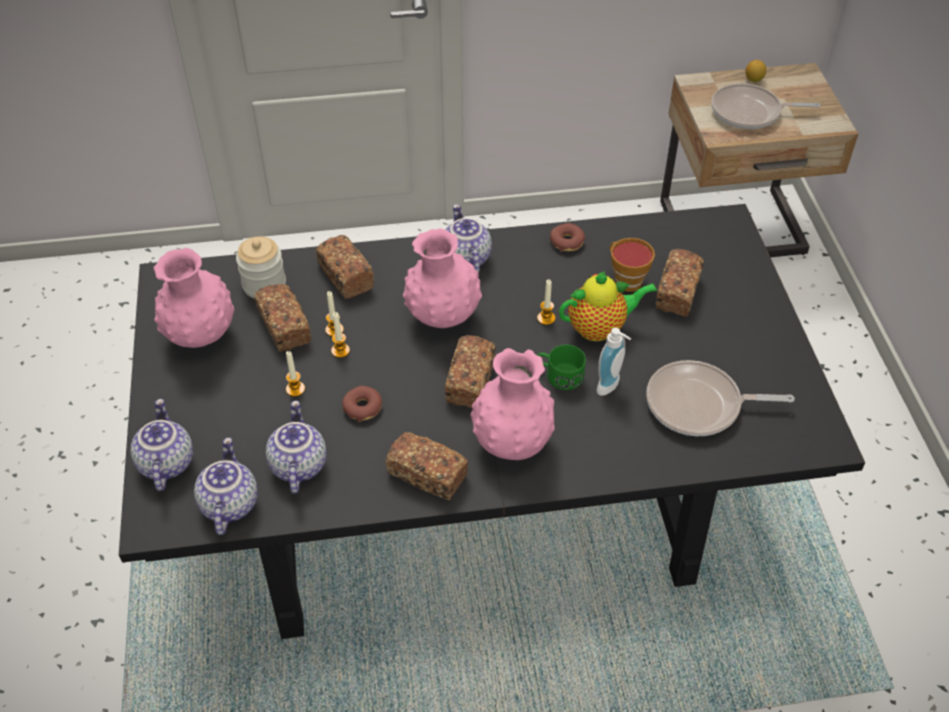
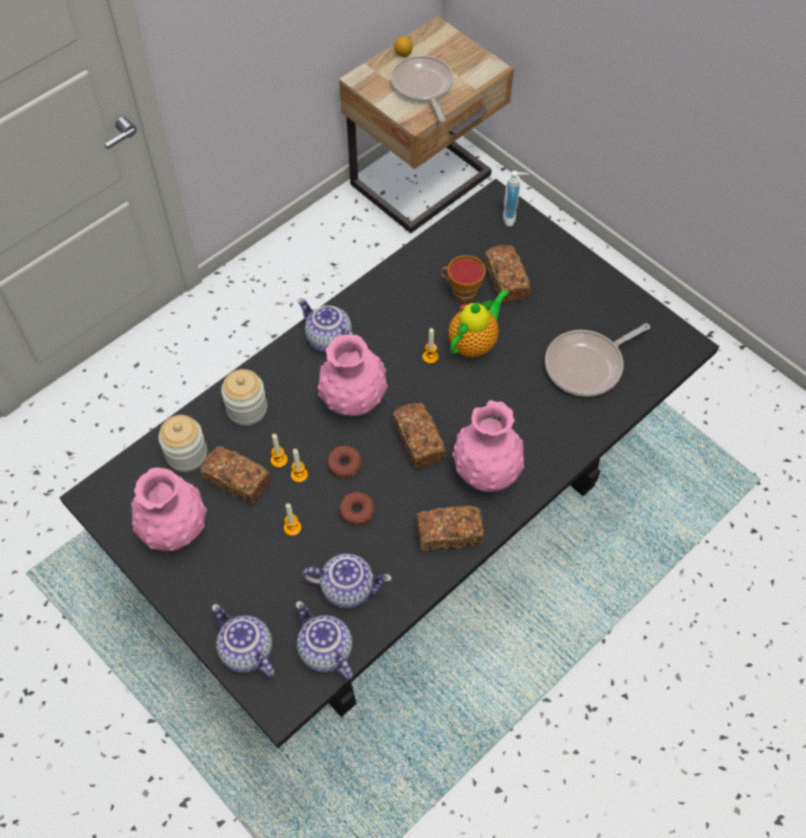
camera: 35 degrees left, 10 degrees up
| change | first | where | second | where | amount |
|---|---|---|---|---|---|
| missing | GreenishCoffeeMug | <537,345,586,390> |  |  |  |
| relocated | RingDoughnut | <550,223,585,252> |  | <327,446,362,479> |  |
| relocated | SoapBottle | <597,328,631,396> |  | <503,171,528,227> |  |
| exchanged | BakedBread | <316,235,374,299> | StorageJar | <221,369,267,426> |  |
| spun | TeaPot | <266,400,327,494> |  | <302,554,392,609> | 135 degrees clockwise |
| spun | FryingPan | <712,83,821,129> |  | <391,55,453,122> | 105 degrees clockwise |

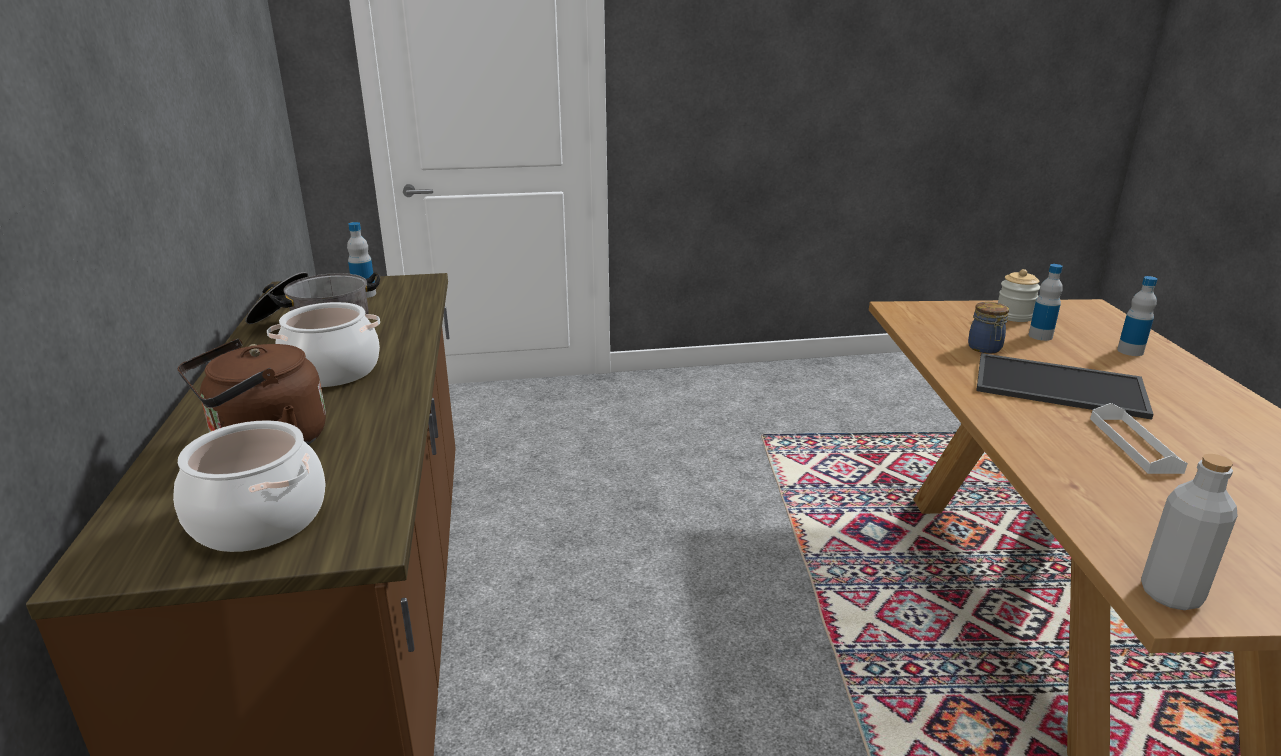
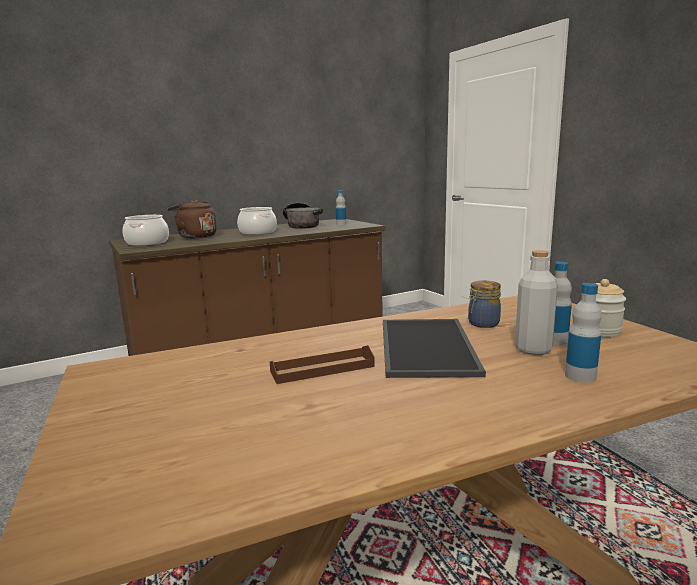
camera: 70 degrees right, 10 degrees down
| change | first | where | second | where | amount |
|---|---|---|---|---|---|
| relocated | GreyBottle | <1141,454,1238,610> |  | <515,250,558,355> |  |
| colour | WhiteServingTray | <1090,403,1188,474> | BrownishServingTray | <270,345,375,384> |  |

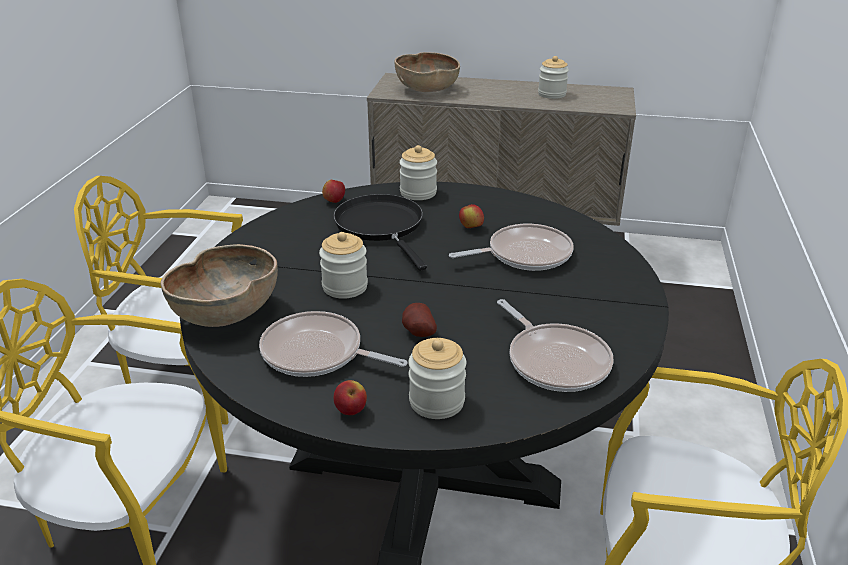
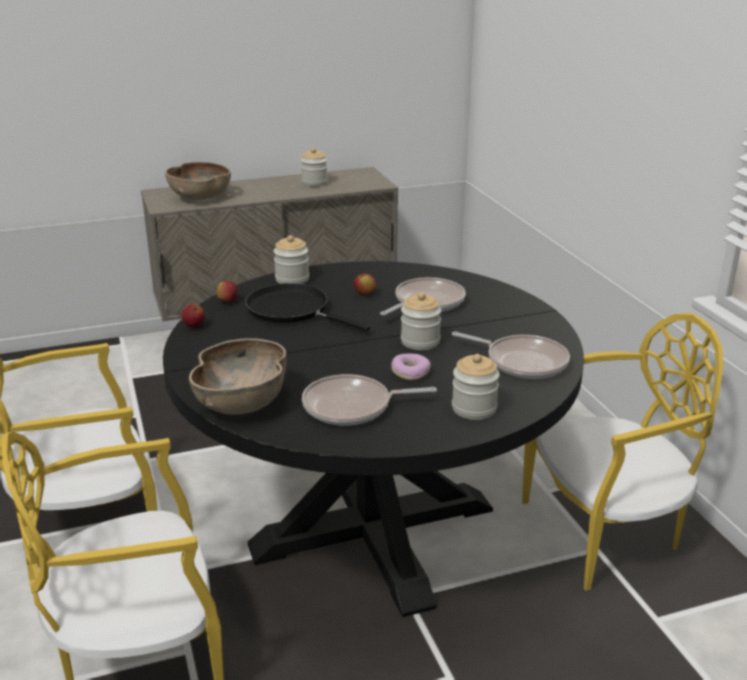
camera: 30 degrees left, 5 degrees down
| change | first | where | second | where | amount |
|---|---|---|---|---|---|
| relocated | StorageJar | <319,232,368,299> |  | <401,292,442,350> |  |
| relocated | WholeApple | <334,380,367,415> |  | <182,304,205,328> |  |
| exchanged | Potato | <402,303,437,337> | RingDoughnut | <391,354,431,381> |  |

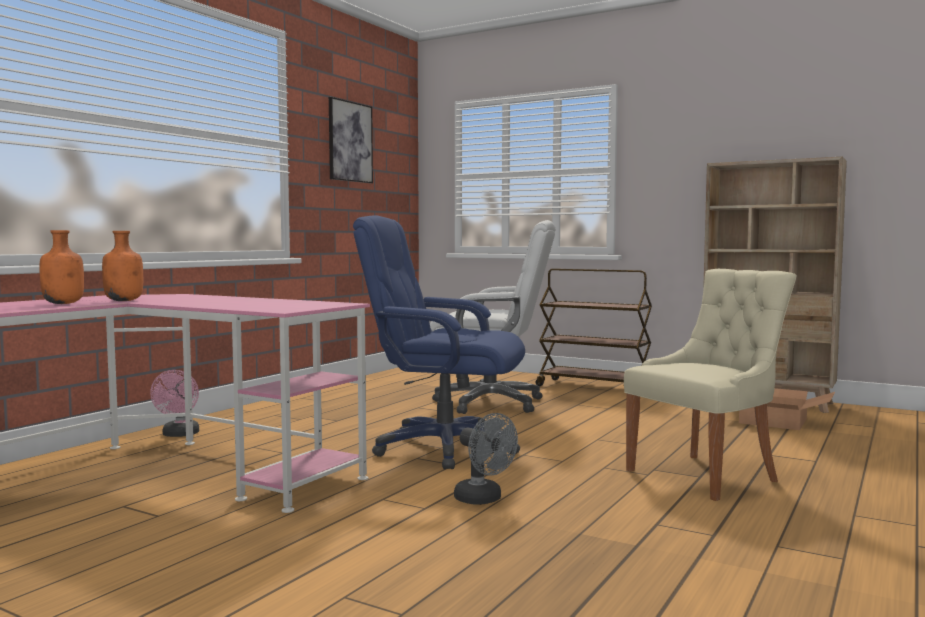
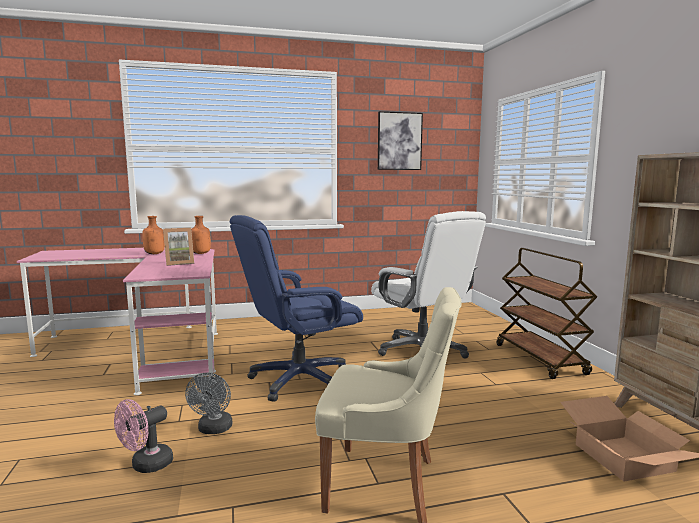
camera: 45 degrees right, 5 degrees up
| change | first | where | second | where | amount |
|---|---|---|---|---|---|
| appeared |  |  | PictureFrame | <163,228,194,266> |  |
| relocated | OrangeBottle | <39,230,84,304> |  | <191,216,211,254> |  |
| relocated | PinkColouredCoolingFan | <150,370,199,437> |  | <114,399,173,473> |  |
| spun | BlueColouredOfficeChair | <353,215,525,469> |  | <229,215,363,402> | 90 degrees counterclockwise |

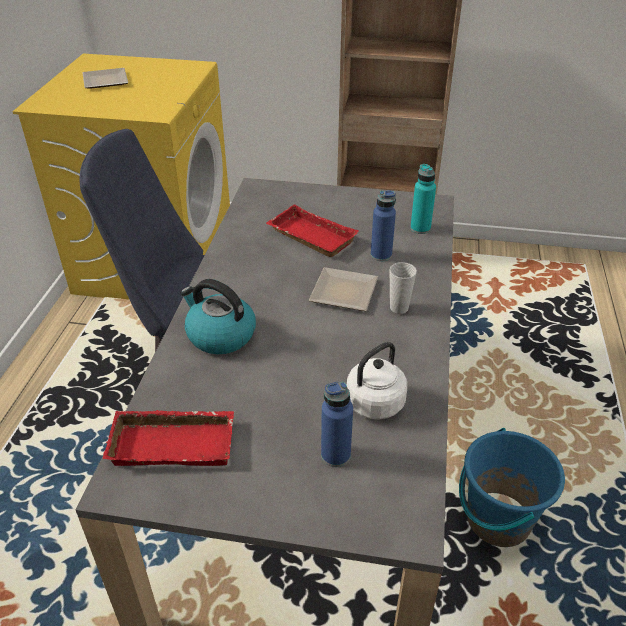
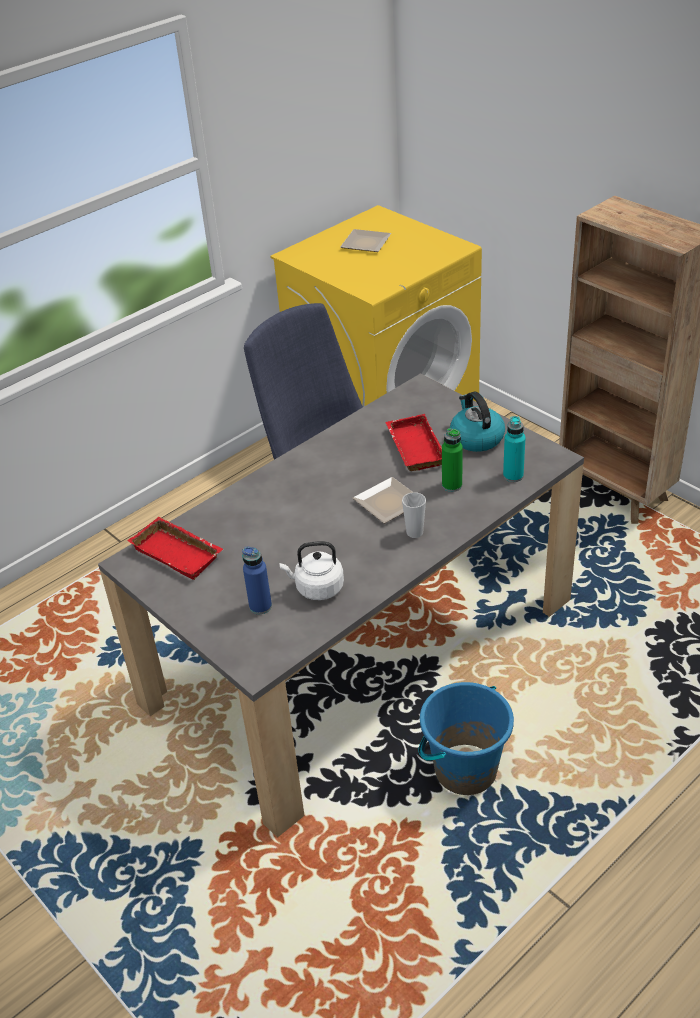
camera: 40 degrees right, 0 degrees up
| change | first | where | second | where | amount |
|---|---|---|---|---|---|
| relocated | WaterKettle | <180,279,256,354> |  | <450,391,505,452> |  |
| colour | BlueColouredBottle | <371,191,396,261> | GreenishBottle | <442,428,463,492> |  |

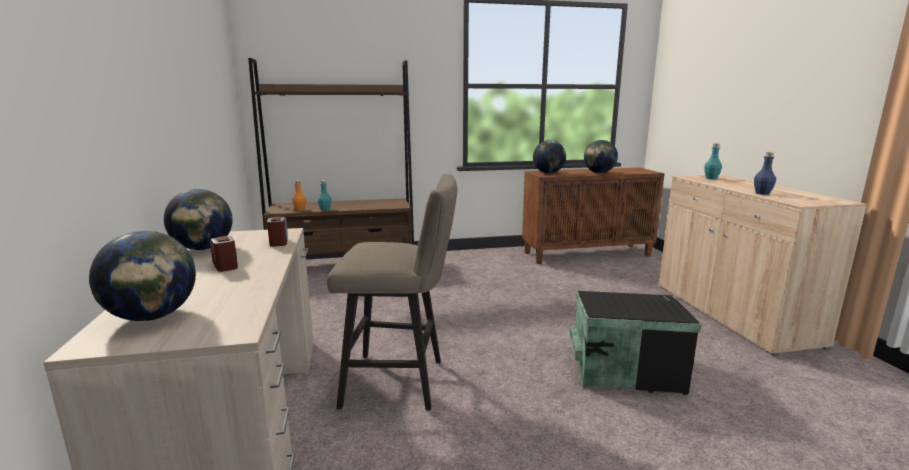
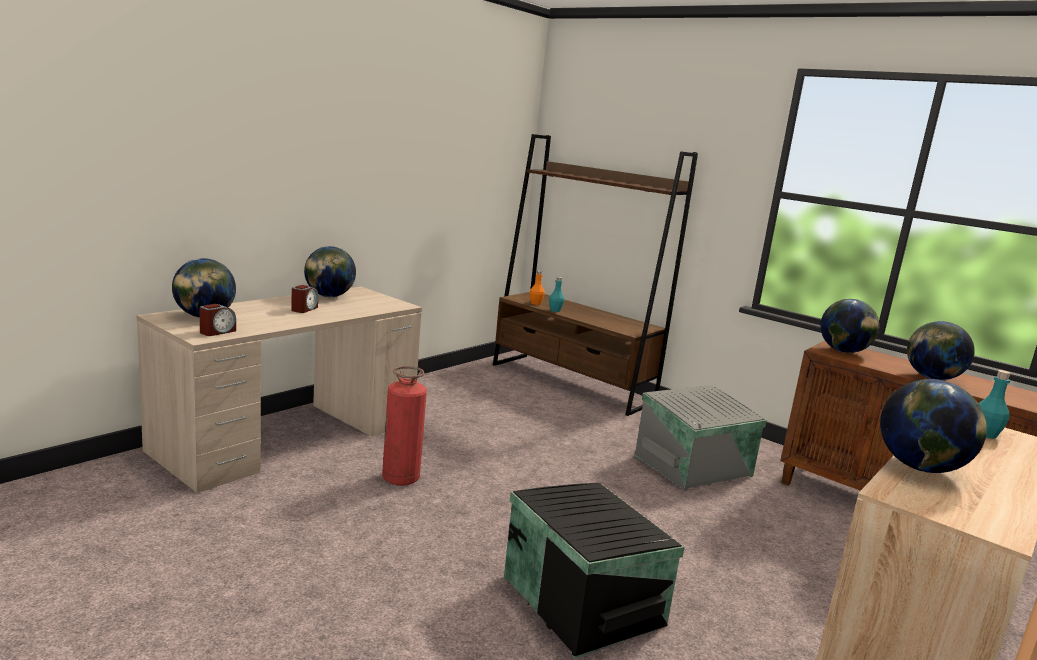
camera: 50 degrees right, 0 degrees up
| change | first | where | second | where | amount |
|---|---|---|---|---|---|
| appeared |  |  | GreyStorageBox | <635,385,767,491> |  |
| relocated | BedsideClock | <267,217,288,247> |  | <199,304,236,336> |  |
| exchanged | BeigeColouredSittingStool | <327,174,457,410> | Extinguisher | <382,366,427,486> |  |
| exchanged | BlueColouredBottle | <754,152,776,195> | DeskGlobe | <880,379,987,473> |  |

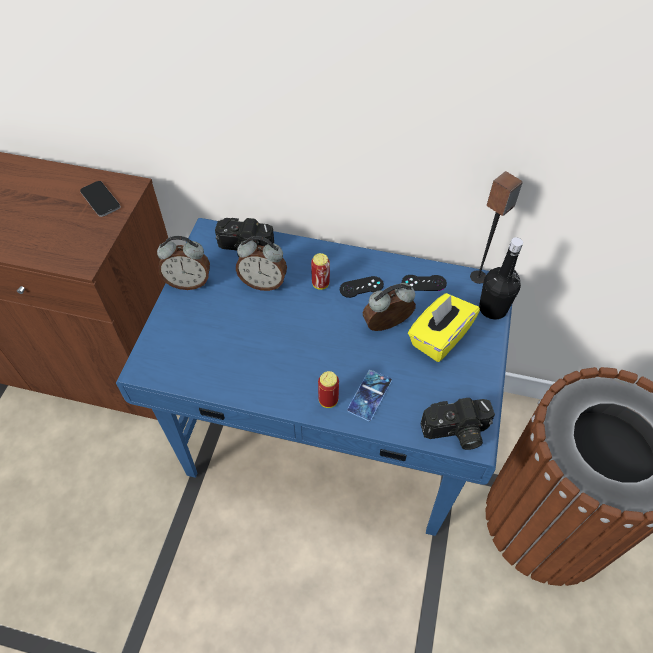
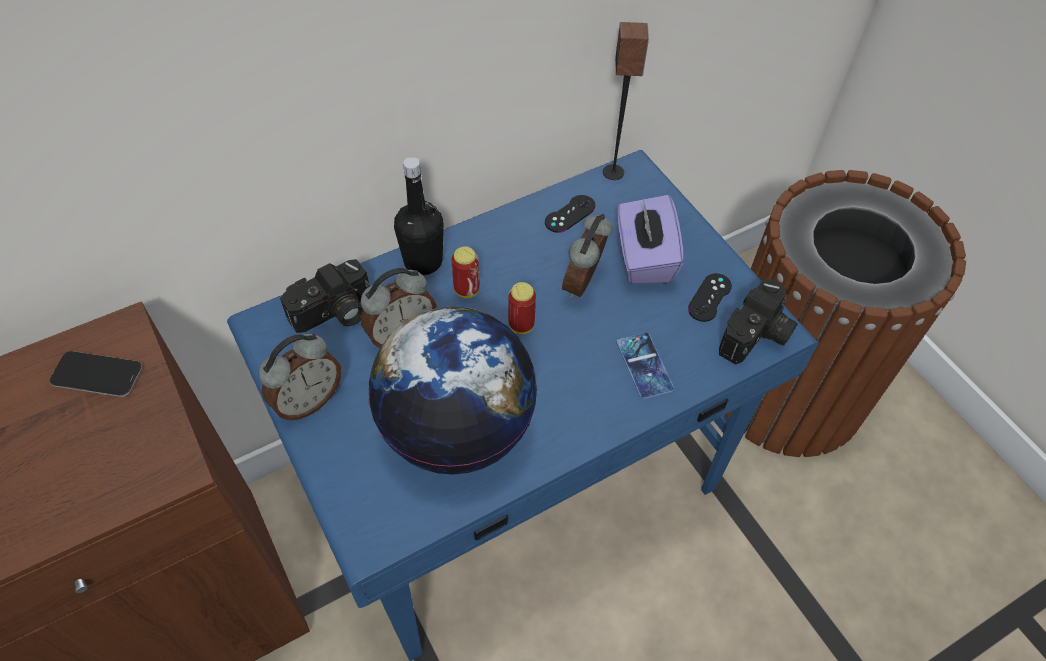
camera: 45 degrees left, 0 degrees up
| change | first | where | second | where | amount |
|---|---|---|---|---|---|
| appeared |  |  | DeskGlobe | <369,306,537,474> |  |
| relocated | Can | <318,371,339,408> |  | <508,282,536,334> |  |
| relocated | BlackGameController | <340,276,384,298> |  | <688,273,732,322> |  |
| relocated | BlackBottle | <479,237,523,320> |  | <394,157,444,275> |  |
| colour | YellowTissueHolder | <408,293,480,362> | PurpleColouredTissueHolder | <617,195,684,284> |  |

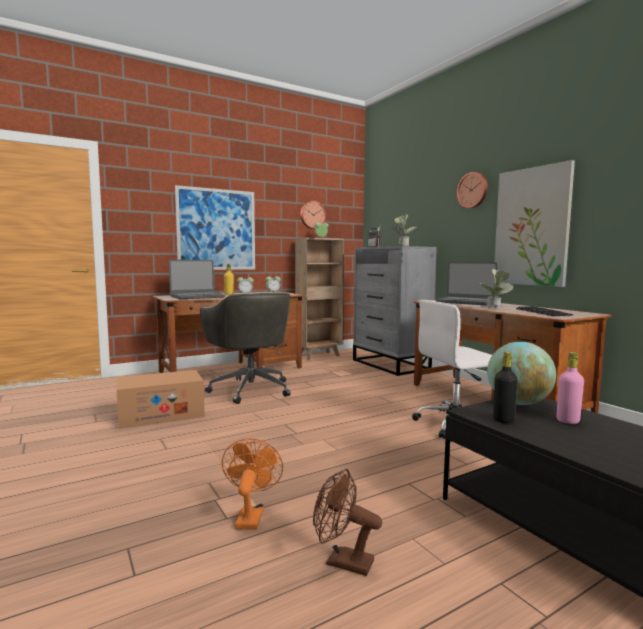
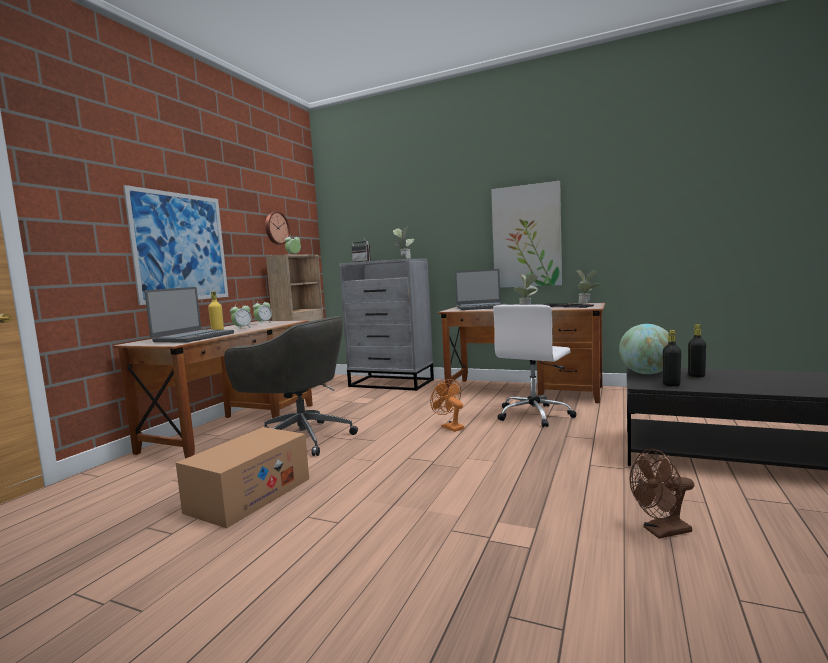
camera: 35 degrees left, 0 degrees up
| change | first | where | second | where | amount |
|---|---|---|---|---|---|
| missing | WallClock | <457,172,488,208> |  |  |  |
| appeared |  |  | PlantInAPot | <576,270,600,304> |  |
| relocated | OrangeCoolingFan | <222,438,283,530> |  | <430,379,465,432> |  |
| colour | PinkColouredBottle | <557,352,584,424> | BlackBottle | <688,324,706,378> |  |

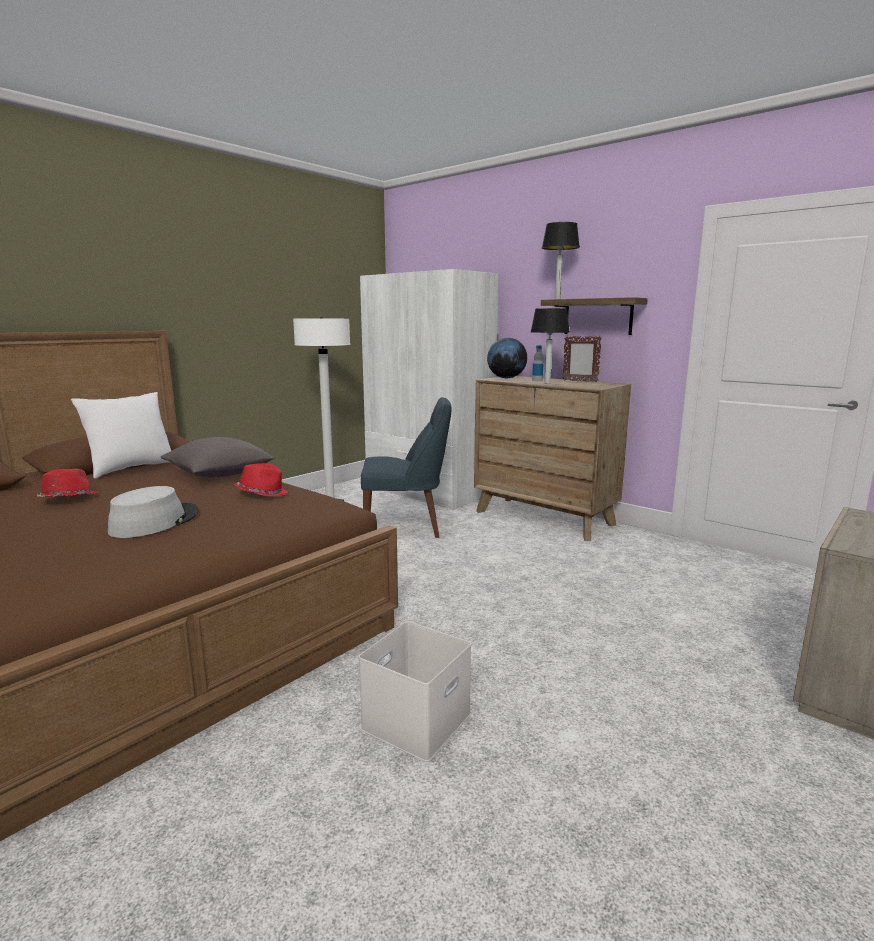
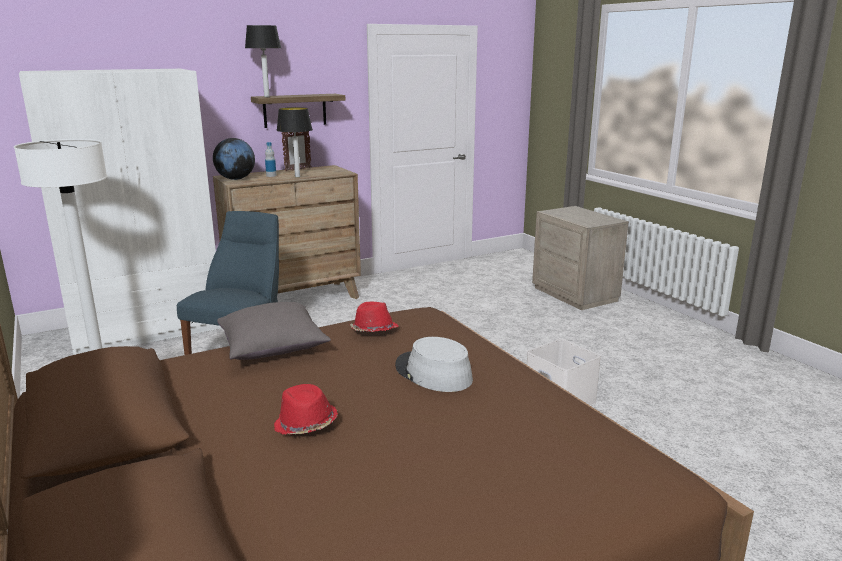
camera: 70 degrees left, 5 degrees up
| change | first | where | second | where | amount |
|---|---|---|---|---|---|
| missing | WhiteCushion | <71,392,171,479> |  |  |  |

